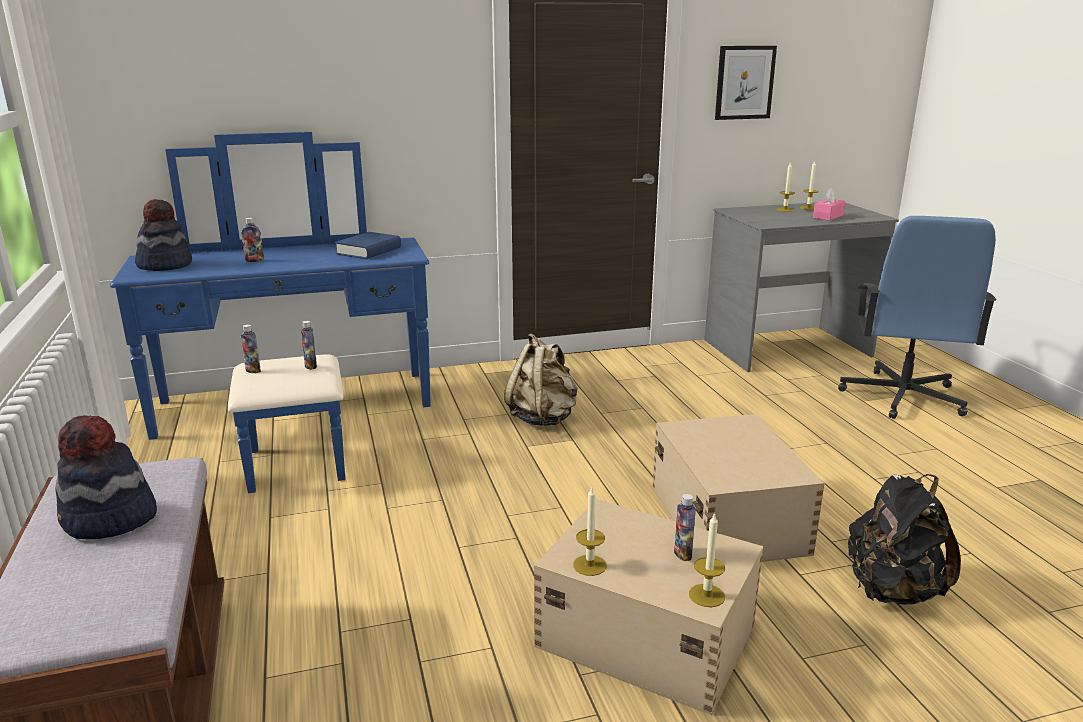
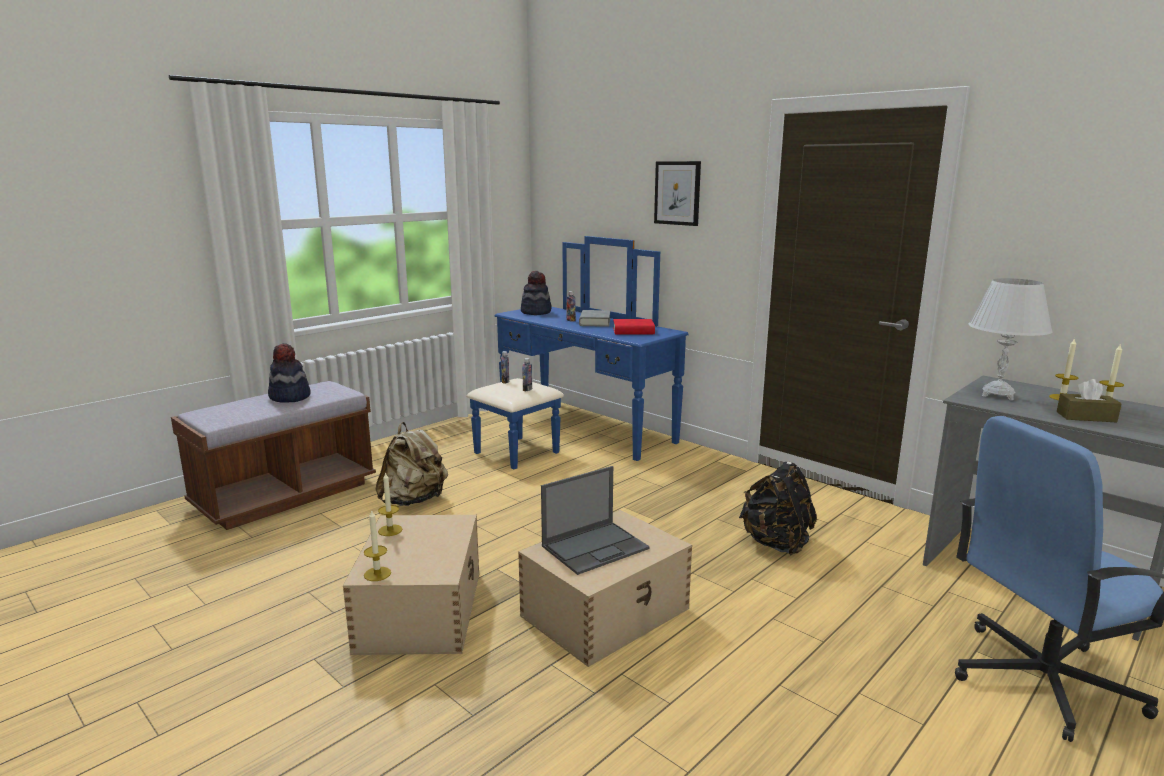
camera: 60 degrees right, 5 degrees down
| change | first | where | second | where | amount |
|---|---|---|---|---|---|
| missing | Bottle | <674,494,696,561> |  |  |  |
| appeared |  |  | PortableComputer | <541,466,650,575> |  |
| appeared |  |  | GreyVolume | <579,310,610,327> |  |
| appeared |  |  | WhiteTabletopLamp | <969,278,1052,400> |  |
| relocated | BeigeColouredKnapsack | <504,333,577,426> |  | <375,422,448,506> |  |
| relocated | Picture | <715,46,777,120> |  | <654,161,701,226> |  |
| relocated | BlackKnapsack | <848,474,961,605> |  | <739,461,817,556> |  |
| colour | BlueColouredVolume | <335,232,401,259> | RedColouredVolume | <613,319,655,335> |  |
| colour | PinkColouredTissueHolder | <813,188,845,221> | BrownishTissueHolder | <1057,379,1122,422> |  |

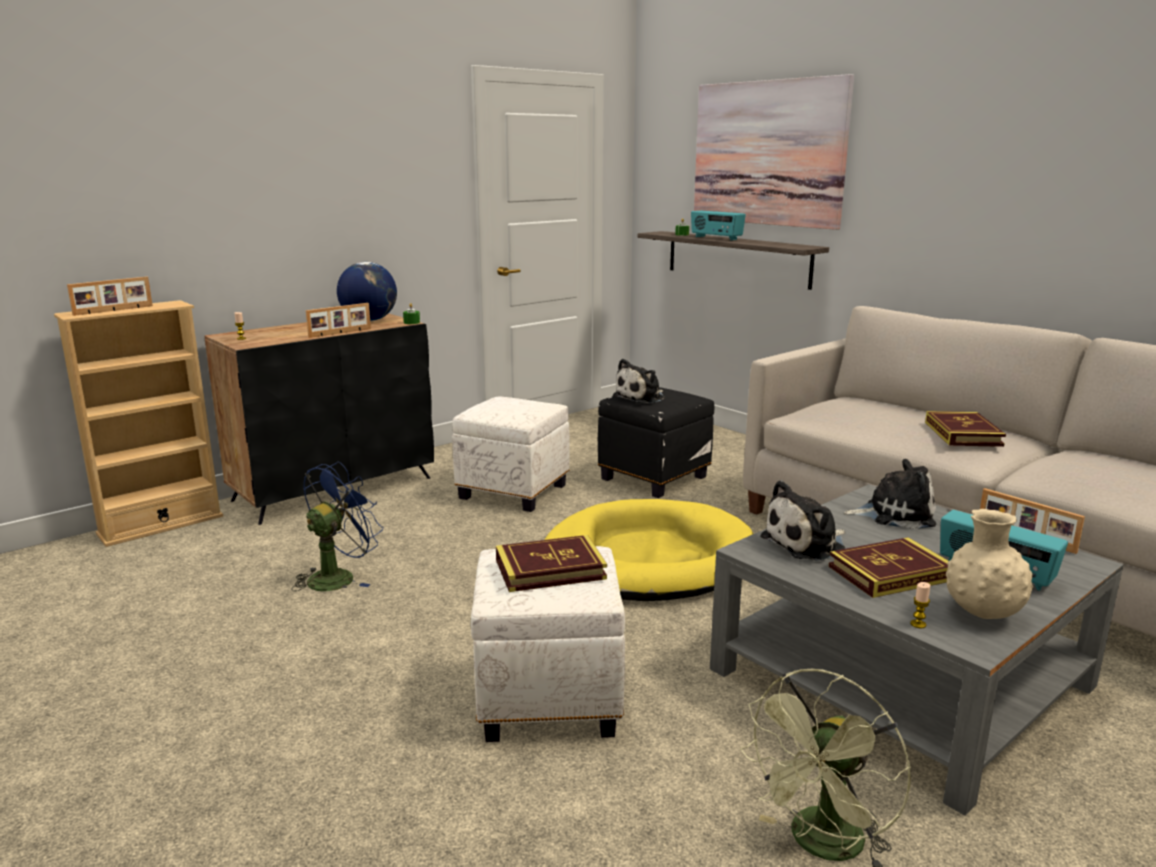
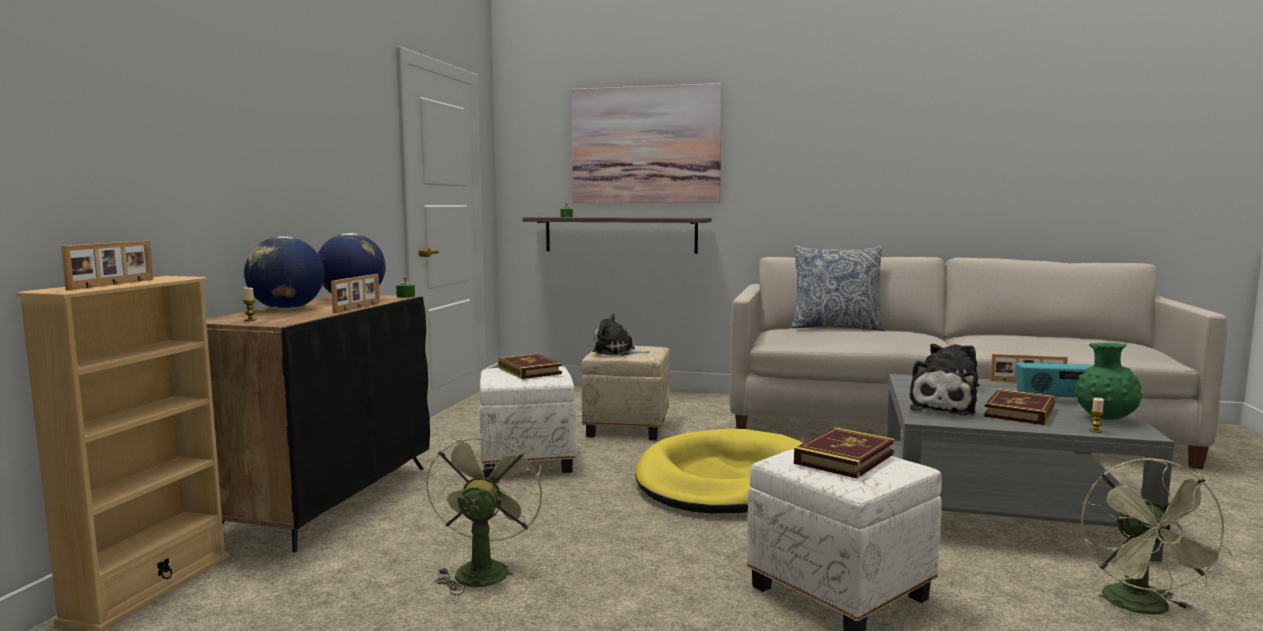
camera: 35 degrees left, 10 degrees down
| change | first | where | second | where | amount |
|---|---|---|---|---|---|
| missing | RadioReceiver | <691,211,746,241> |  |  |  |
| appeared |  |  | DeskGlobe | <244,236,324,310> |  |
| appeared |  |  | Cushion | <792,246,884,331> |  |
| relocated | Volume | <925,411,1006,447> |  | <498,354,562,379> |  |
| colour | BlueColouredCoolingFan | <291,462,383,591> | GreenishCoolingFan | <426,429,543,595> |  |
| colour | BlackOttoman | <598,387,714,498> | BeigeColouredOttoman | <581,346,670,440> |  |
| colour | BeigeColouredFlowerVase | <946,509,1033,619> | GreenishFlowerVase | <1075,343,1143,420> |  |
| spun | PlushToy | <613,359,665,404> |  | <592,314,650,356> | 90 degrees clockwise |

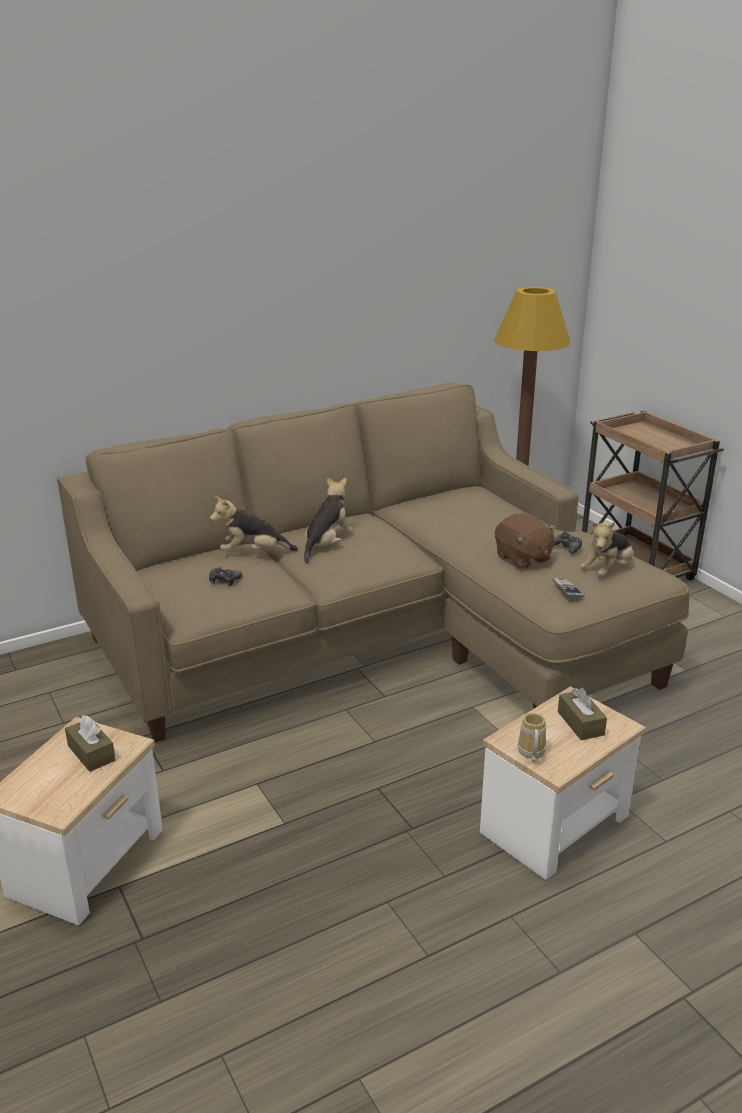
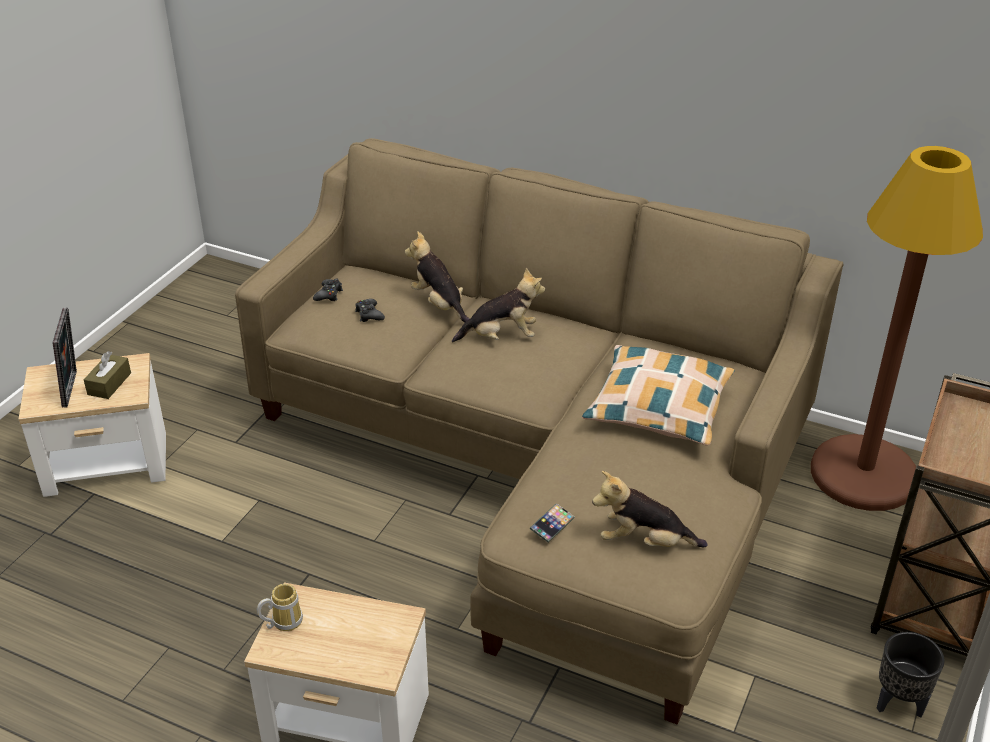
camera: 55 degrees right, 10 degrees up
| change | first | where | second | where | amount |
|---|---|---|---|---|---|
| missing | BrownishPlushToy | <495,513,557,569> |  |  |  |
| missing | BrownishTissueHolder | <558,688,607,740> |  |  |  |
| appeared |  |  | PictureFrame | <53,308,77,408> |  |
| appeared |  |  | Cushion | <582,345,735,446> |  |
| appeared |  |  | BlackPlanter | <877,632,945,718> |  |
| relocated | BlackGameController | <554,531,582,554> |  | <313,278,343,301> |  |

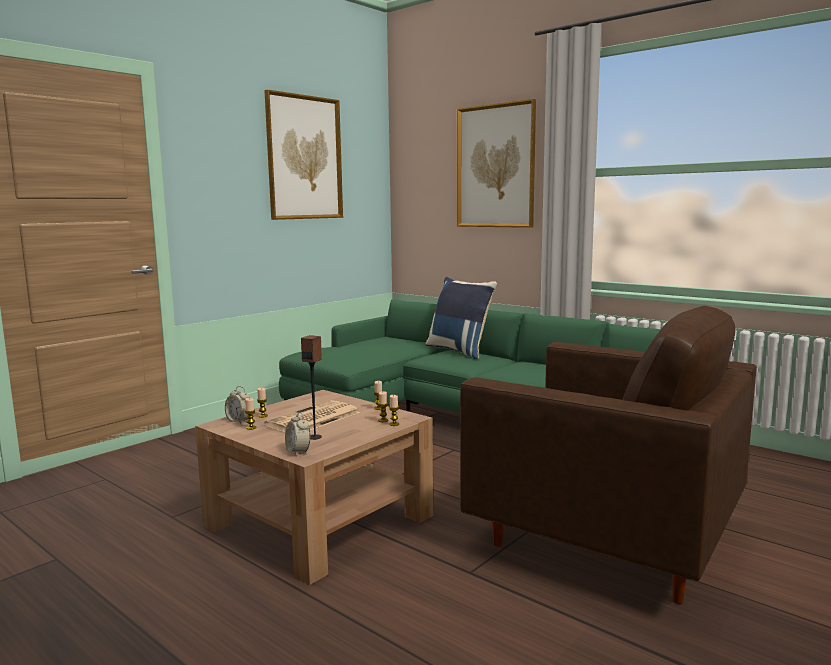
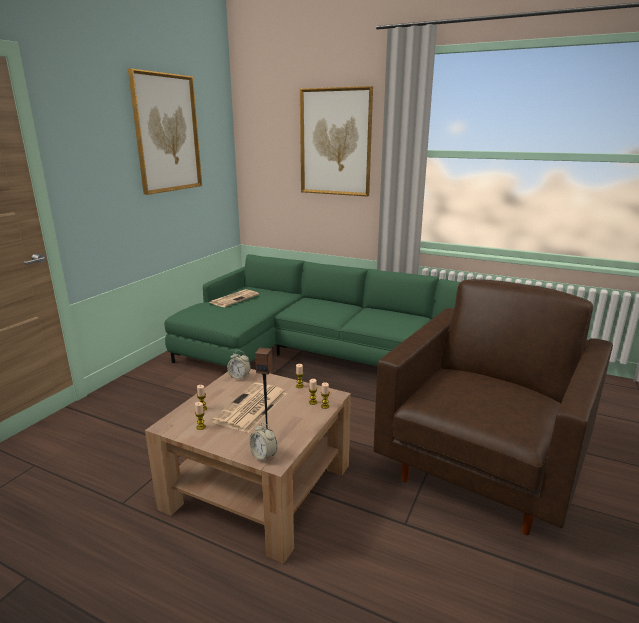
camera: 15 degrees left, 10 degrees up
| change | first | where | second | where | amount |
|---|---|---|---|---|---|
| missing | BlueColouredCushion | <426,277,497,360> |  |  |  |
| appeared |  |  | PrintedPaper | <209,289,259,307> |  |
| relocated | BedsideClock | <225,386,250,424> |  | <227,351,251,380> |  |
| spun | BrownishLoungeChair | <460,306,757,604> |  | <374,279,613,535> | 75 degrees counterclockwise |

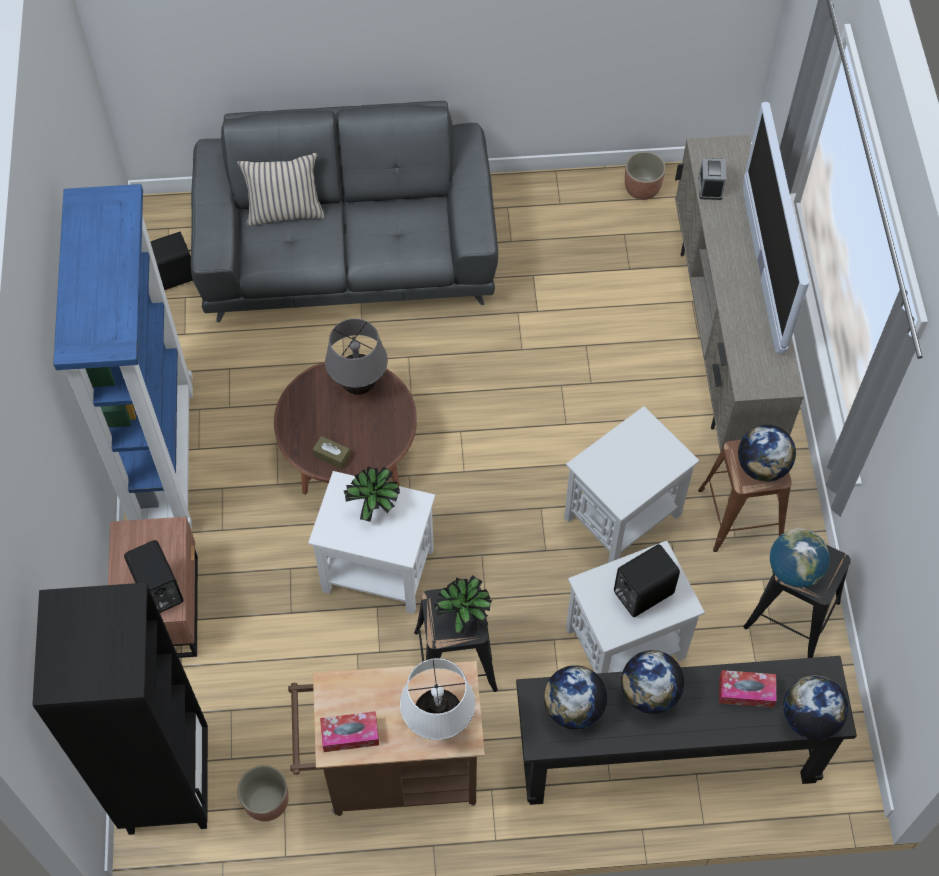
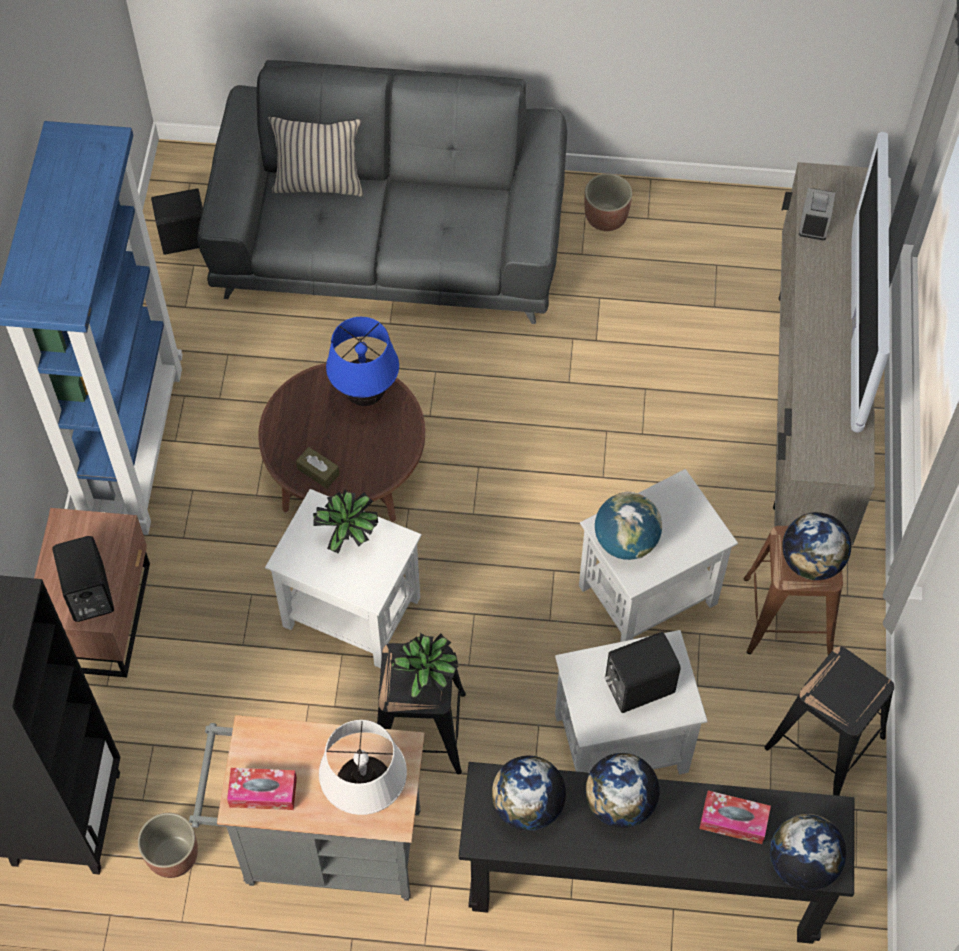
camera: 10 degrees right, 0 degrees up
| change | first | where | second | where | amount |
|---|---|---|---|---|---|
| relocated | Planter | <625,151,665,200> |  | <584,174,632,231> |  |
| relocated | DeskGlobe | <770,528,830,588> |  | <595,492,662,560> |  |
| colour | BrownishCart | <288,661,485,816> | GreyCart | <189,715,425,901> |  |
| colour | GreyTabletopLamp | <325,318,388,395> | BlueColouredTabletopLamp | <326,317,399,406> |  |

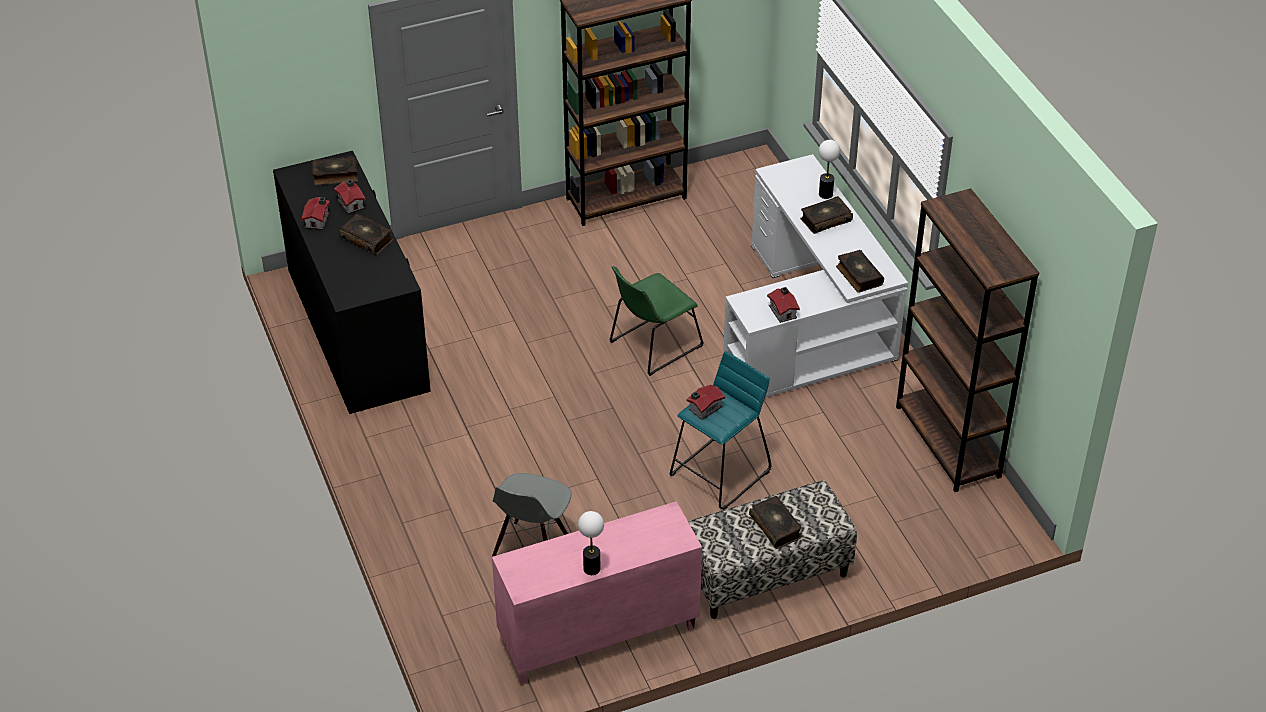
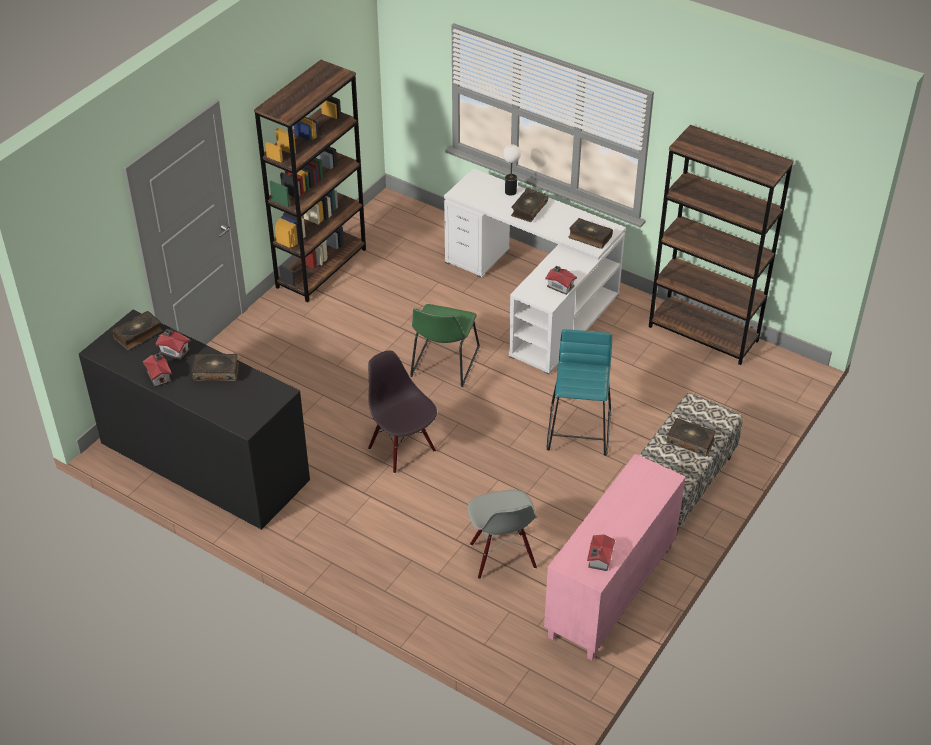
camera: 35 degrees left, 0 degrees up
| change | first | where | second | where | amount |
|---|---|---|---|---|---|
| missing | TabletopLamp | <578,511,604,575> |  |  |  |
| appeared |  |  | BlackPlainChair | <368,350,437,474> |  |
| relocated | MiniatureHouse | <687,385,725,420> |  | <587,534,615,571> |  |

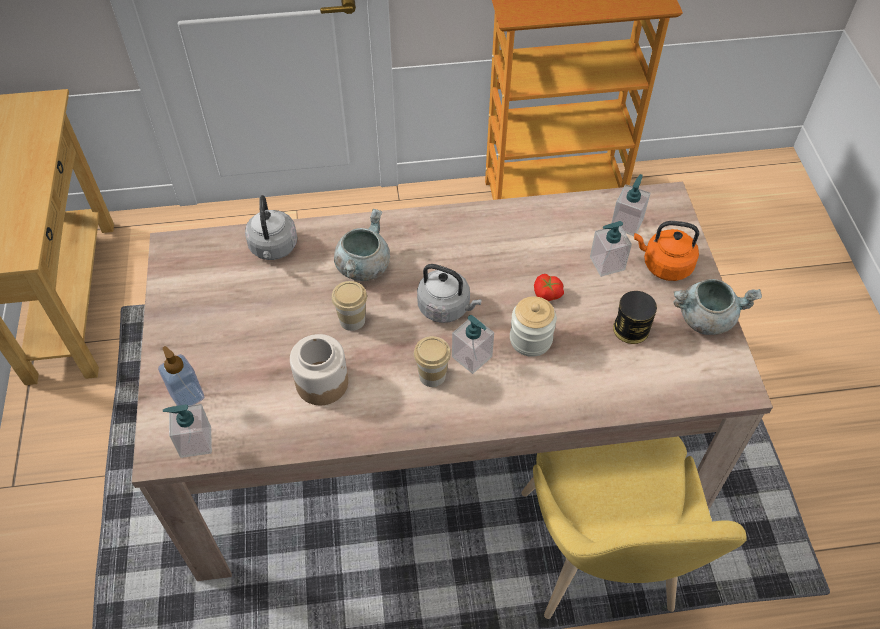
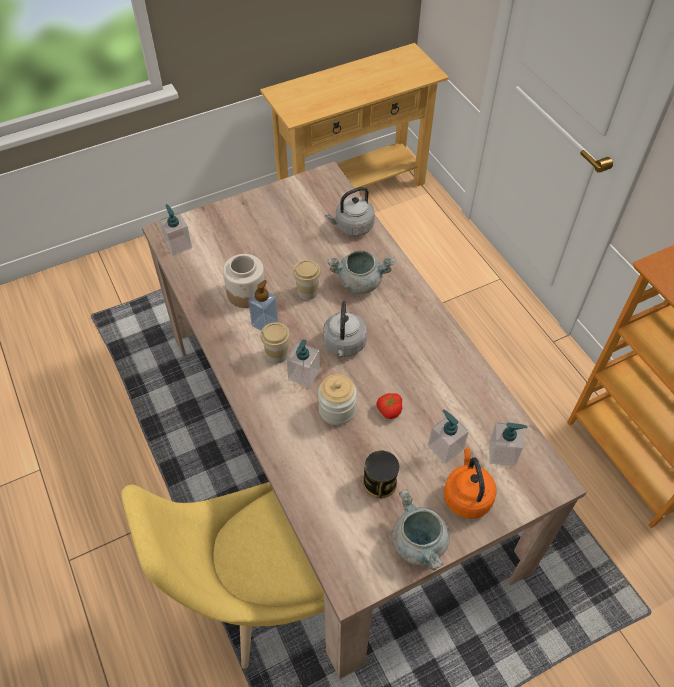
camera: 70 degrees right, 0 degrees up
| change | first | where | second | where | amount |
|---|---|---|---|---|---|
| relocated | SoapBottle | <158,346,204,406> |  | <248,280,278,331> |  |

